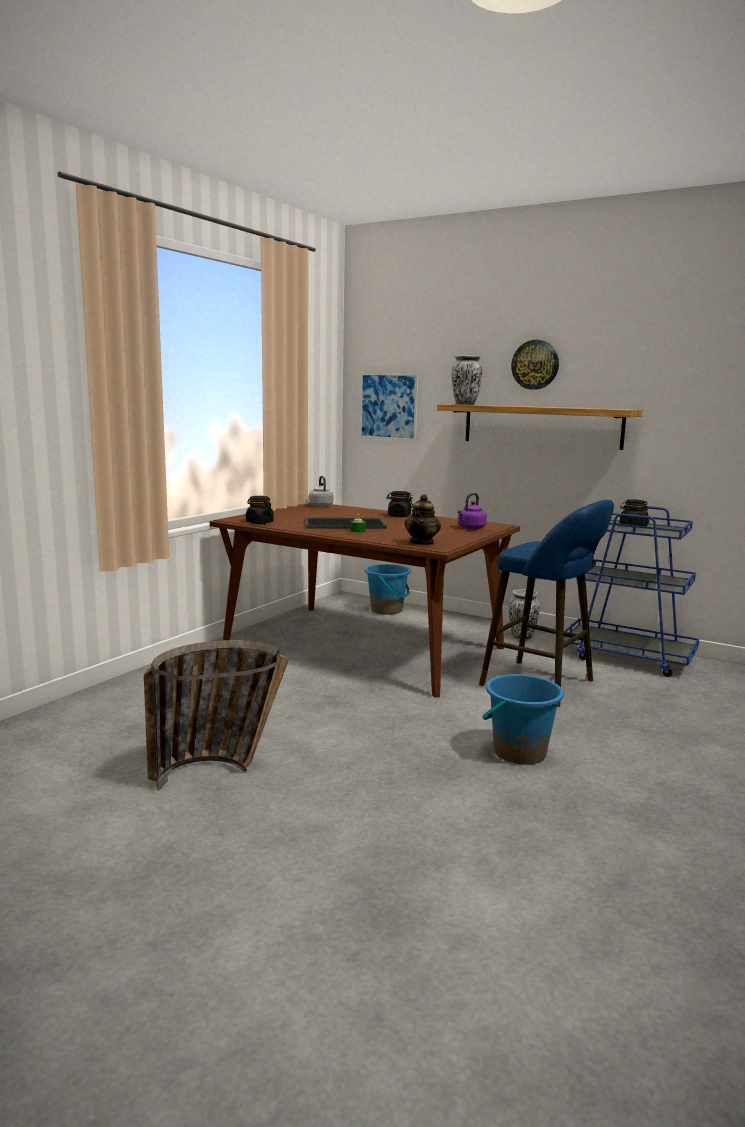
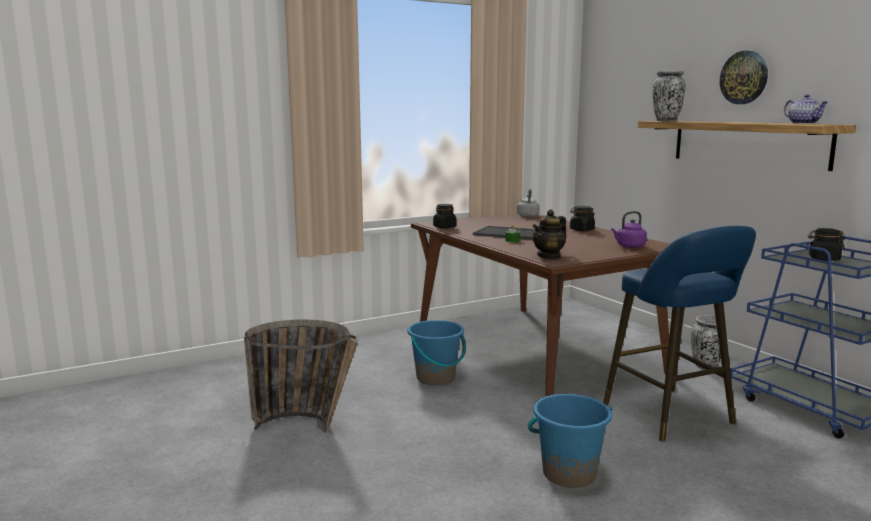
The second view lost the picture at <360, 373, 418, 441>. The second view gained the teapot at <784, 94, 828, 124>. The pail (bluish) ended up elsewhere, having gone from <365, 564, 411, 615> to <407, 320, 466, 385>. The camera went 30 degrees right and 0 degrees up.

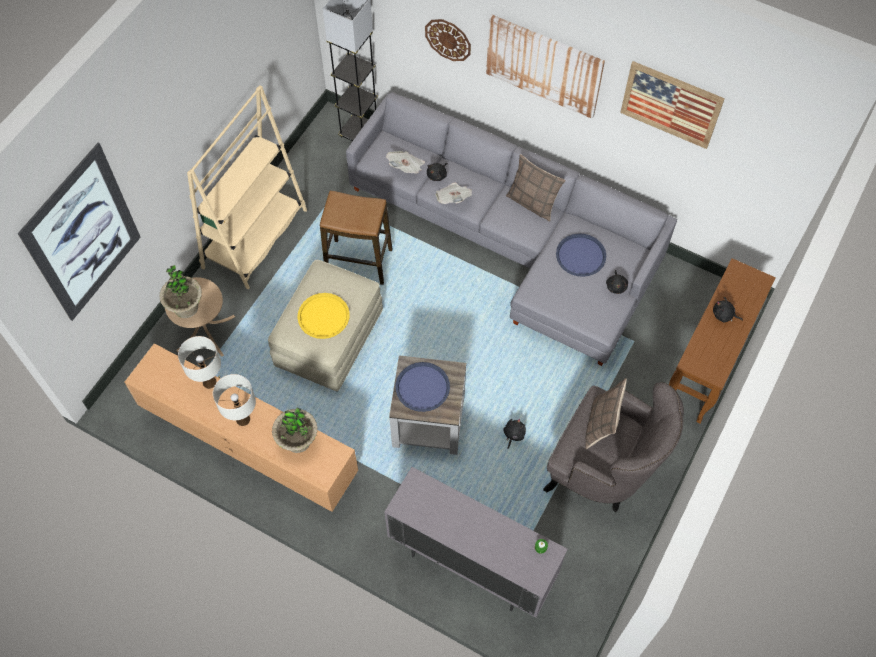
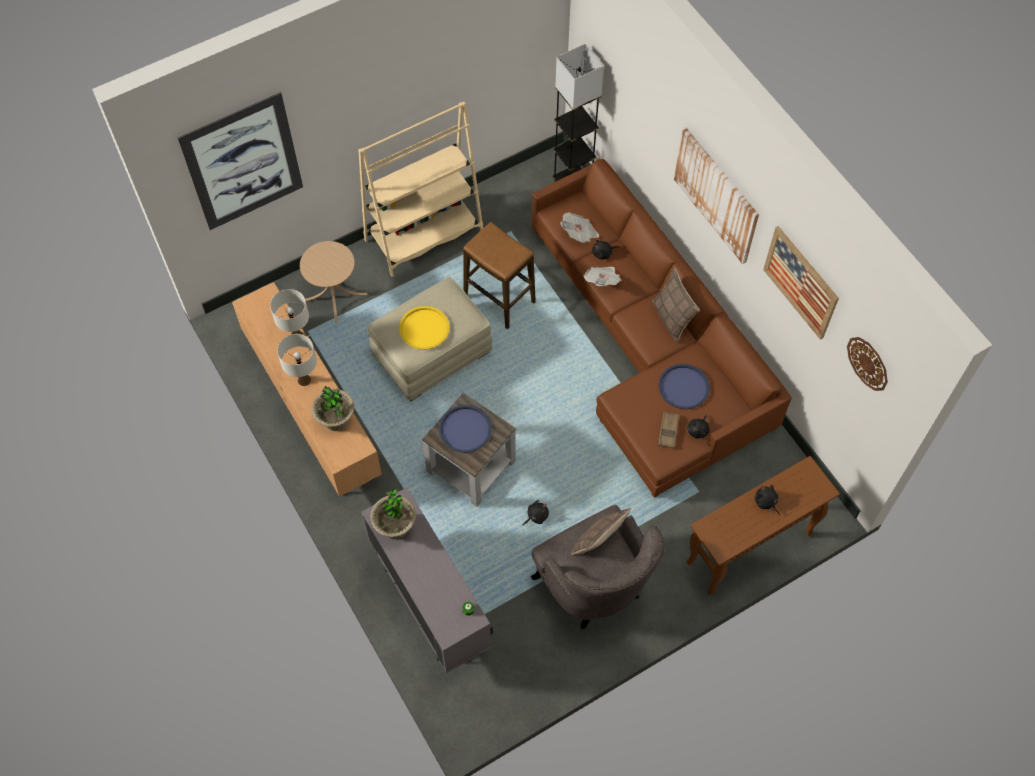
The second view gained the tray (brown-coloured) at <658, 412, 679, 448>. The houseplant ended up elsewhere, having gone from <159, 265, 202, 318> to <370, 488, 416, 539>. The clock on the wall ended up elsewhere, having gone from <425, 19, 471, 61> to <847, 337, 888, 391>. What was the sofa (greyish) at <346, 92, 677, 366> turned into the sofa (brown-coloured) at <532, 159, 792, 498>. The camera went 30 degrees right and 0 degrees up.

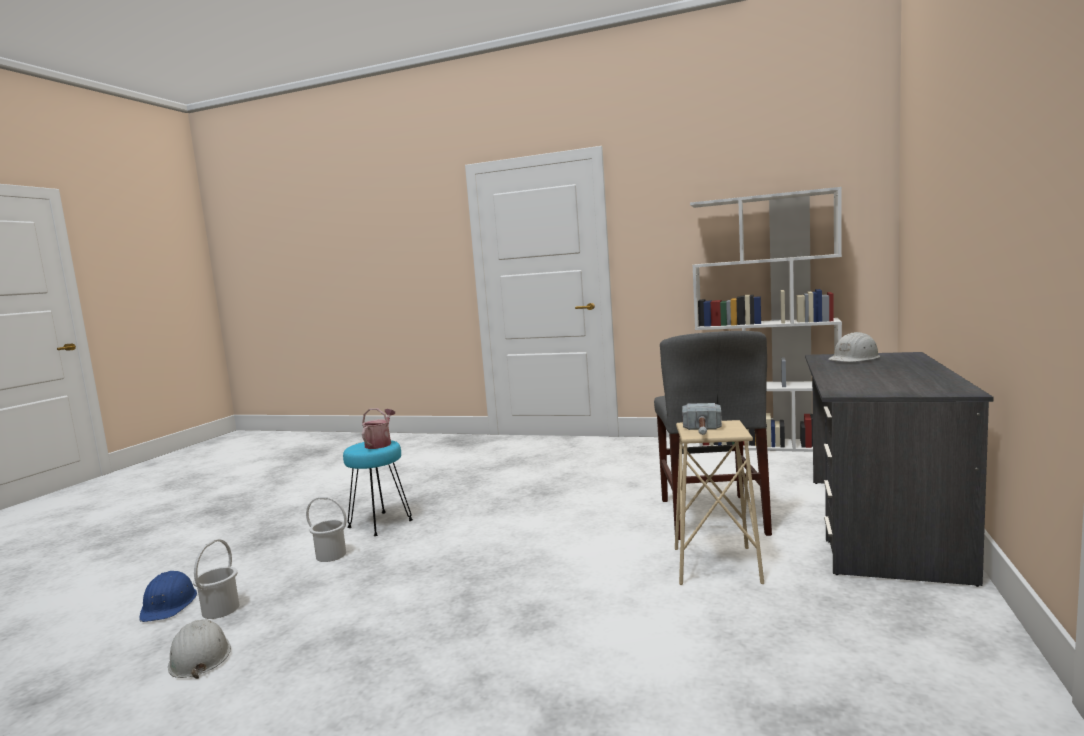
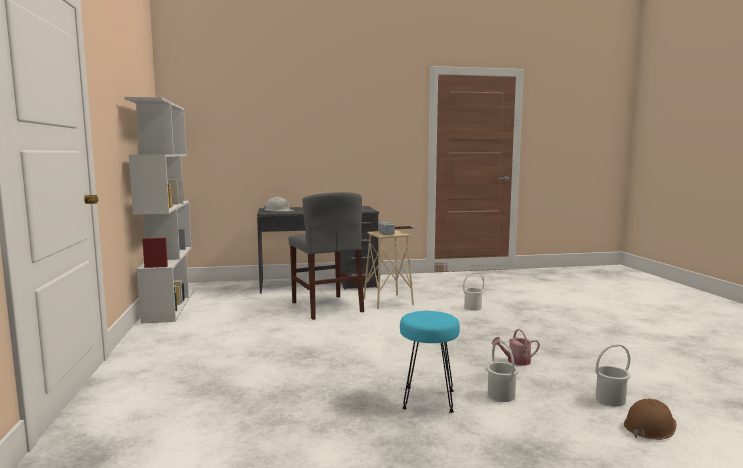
The second view lost the safety helmet (white-coloured) at <168, 619, 231, 679>. The second view gained the pail (white-coloured) at <463, 272, 484, 311>. The sprinkling can ended up elsewhere, having gone from <362, 408, 395, 449> to <492, 329, 540, 366>. What was the safety helmet (bluish) at <139, 571, 197, 622> turned into the safety helmet (brown-coloured) at <624, 398, 676, 440>. The upright chair (greyish) at <654, 331, 772, 540> ended up facing another way, 90 degrees clockwise from before. The camera went 120 degrees left and 0 degrees up.

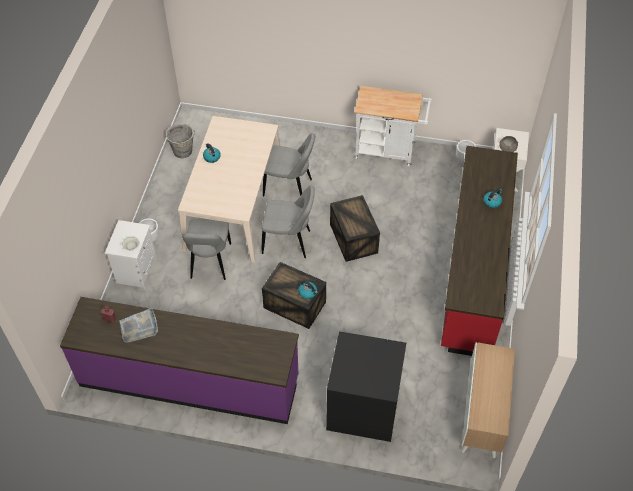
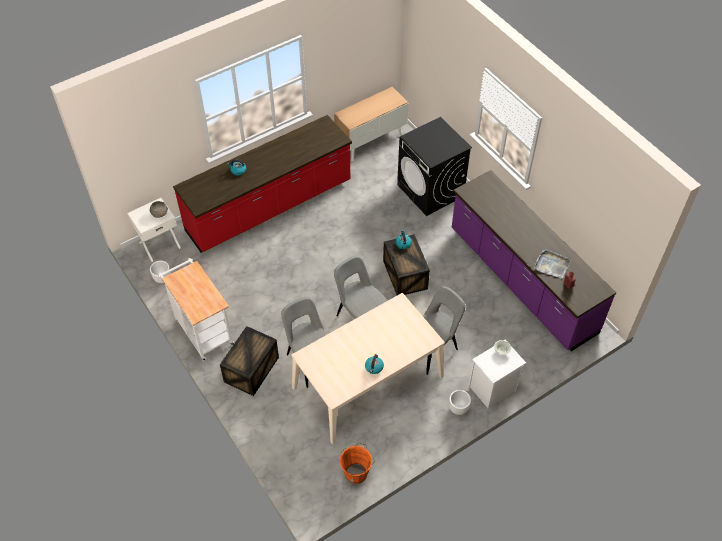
The crate ended up elsewhere, having gone from <330, 195, 380, 262> to <220, 326, 279, 396>. What was the pail (greyish) at <166, 123, 195, 158> turned into the pail (orange) at <340, 442, 375, 484>. The camera went 135 degrees left and 0 degrees up.

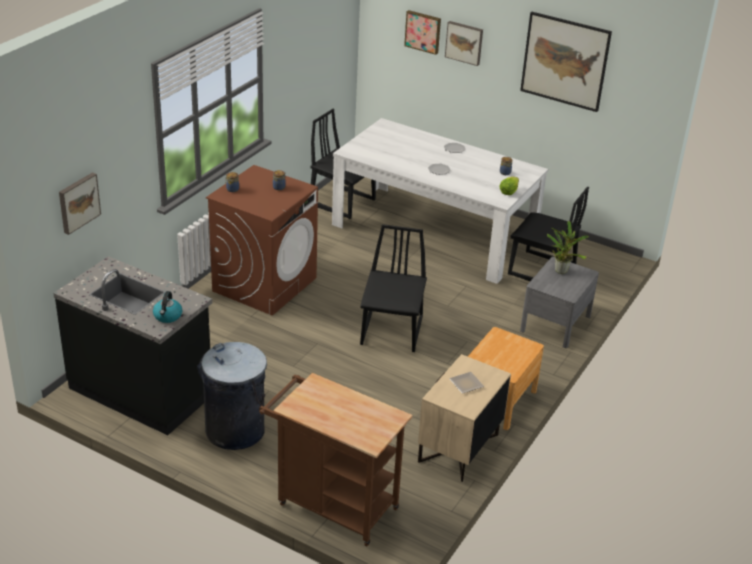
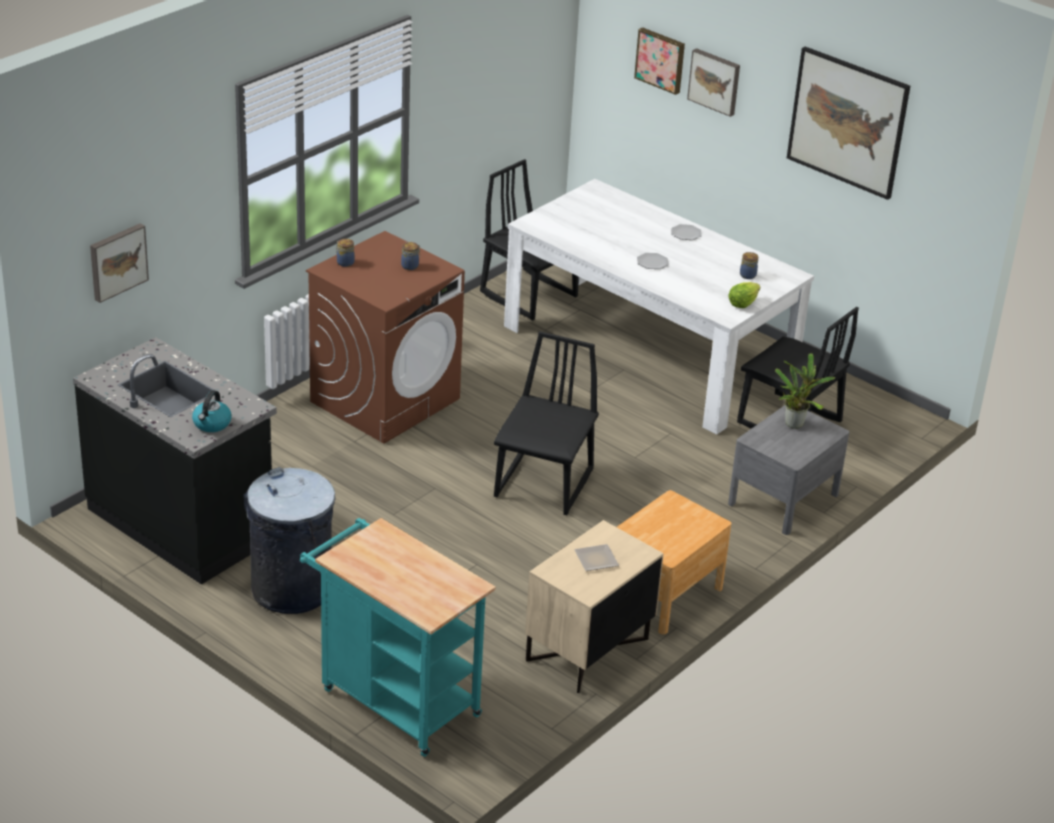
What was the trolley (brown-coloured) at <259, 373, 413, 546> turned into the trolley (turquoise) at <300, 518, 496, 757>. The camera went 10 degrees right and 0 degrees up.

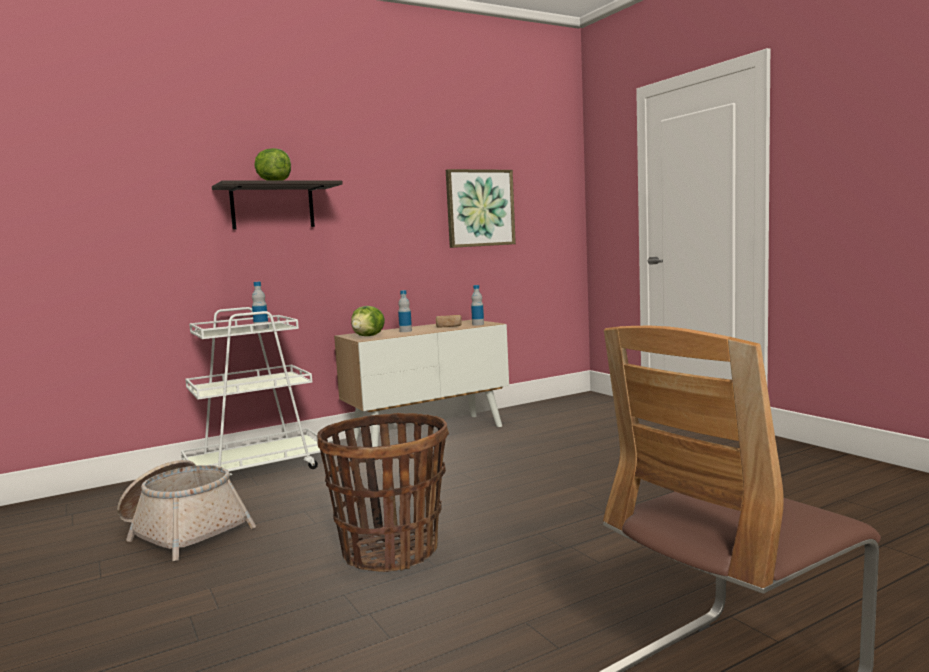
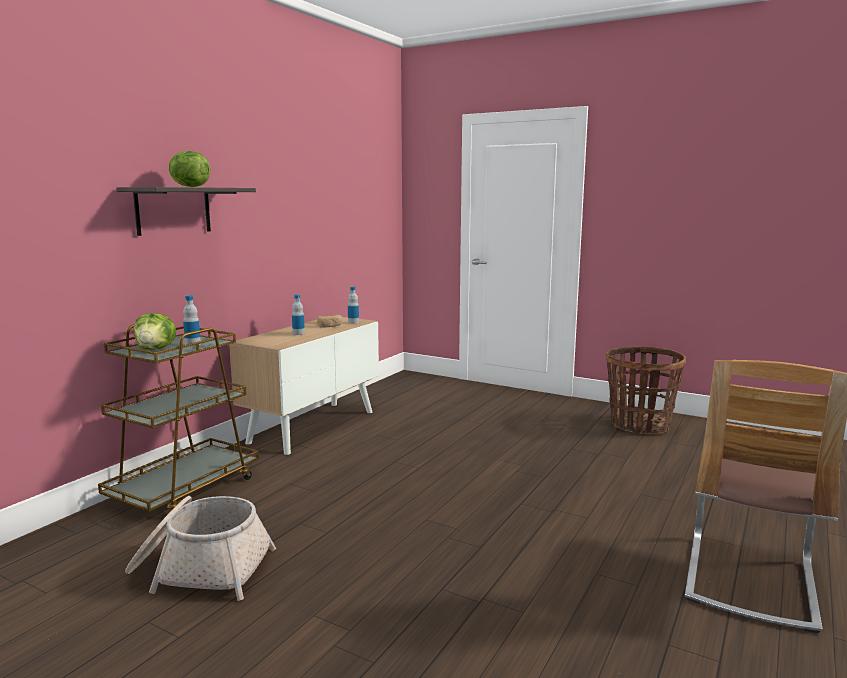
The second view lost the picture at <446, 169, 516, 248>. The storage basket ended up elsewhere, having gone from <317, 413, 449, 572> to <606, 347, 686, 434>. The head of lettuce ended up elsewhere, having gone from <351, 306, 385, 336> to <134, 313, 176, 350>. What was the trolley (white-coloured) at <181, 307, 320, 475> turned into the trolley (brown-coloured) at <98, 325, 259, 512>. The camera went 30 degrees left and 5 degrees up.

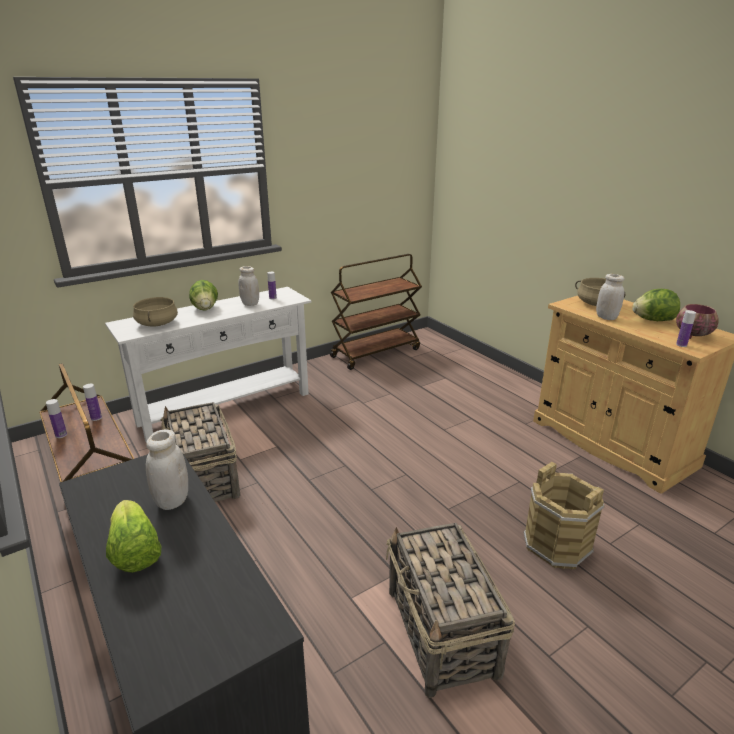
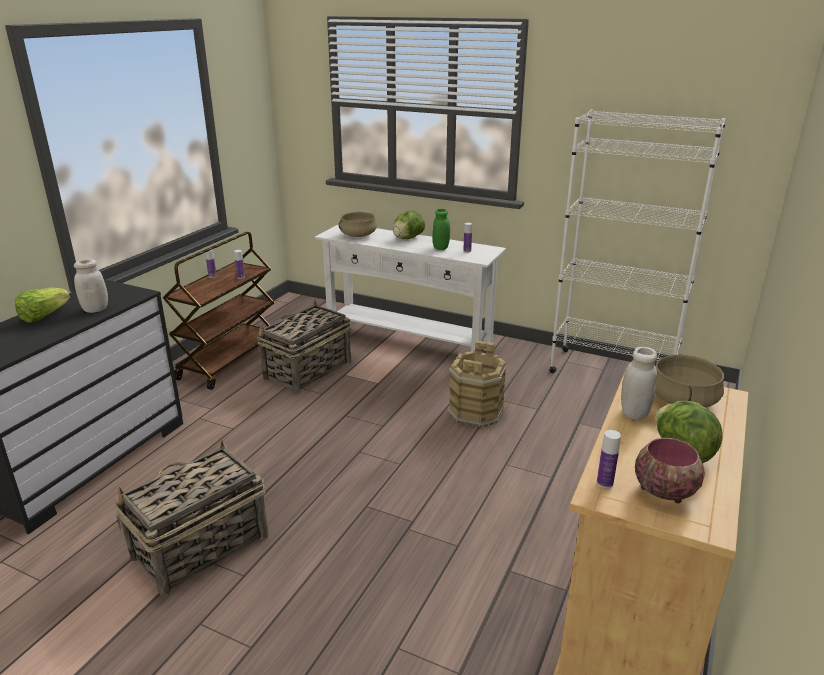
The pail (brown-coloured) ended up elsewhere, having gone from <524, 462, 605, 569> to <448, 340, 507, 428>. Where the trolley (brown-coloured) stood at <330, 254, 422, 370>, the bookshelf (white-coloured) came to stand at <549, 110, 726, 373>. What was the storage jar (white-coloured) at <238, 266, 259, 306> turned into the storage jar (green) at <432, 209, 450, 250>. The camera went 60 degrees right and 0 degrees up.

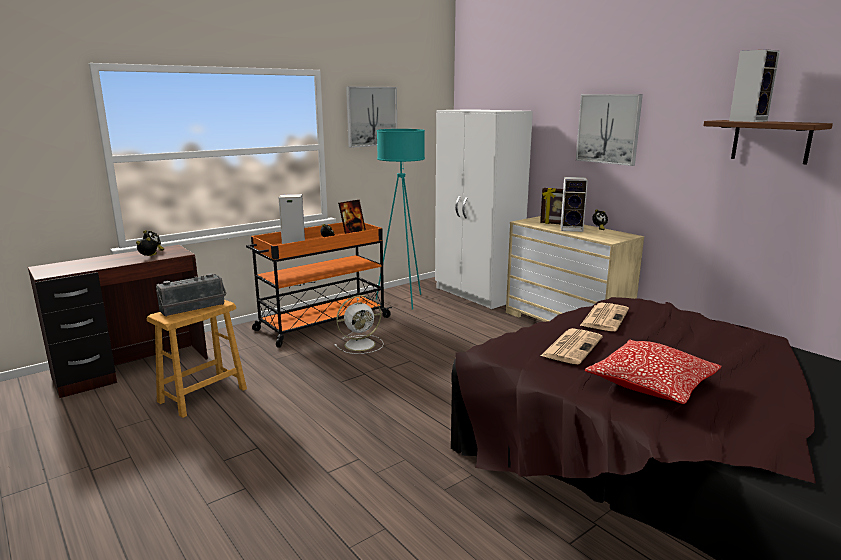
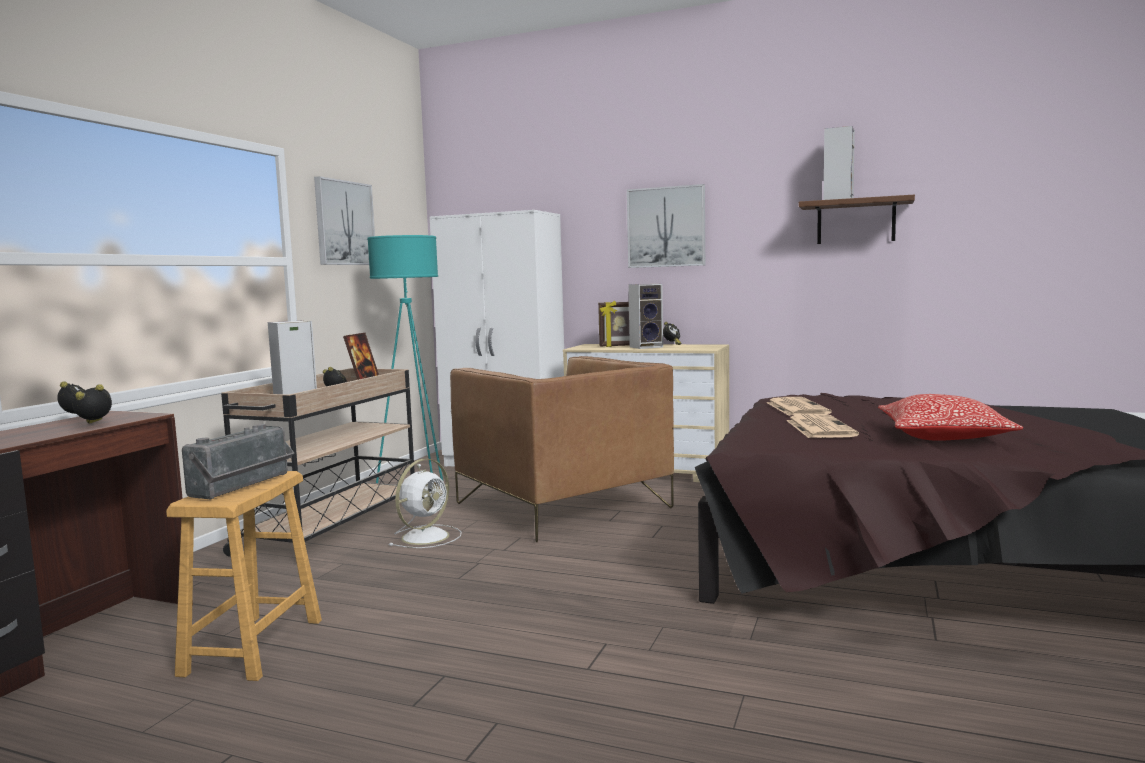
The second view gained the armchair (brown-coloured) at <450, 356, 674, 542>. What was the trolley (orange) at <246, 222, 392, 348> turned into the trolley (beige-coloured) at <221, 368, 415, 557>. The camera went 30 degrees left and 10 degrees down.

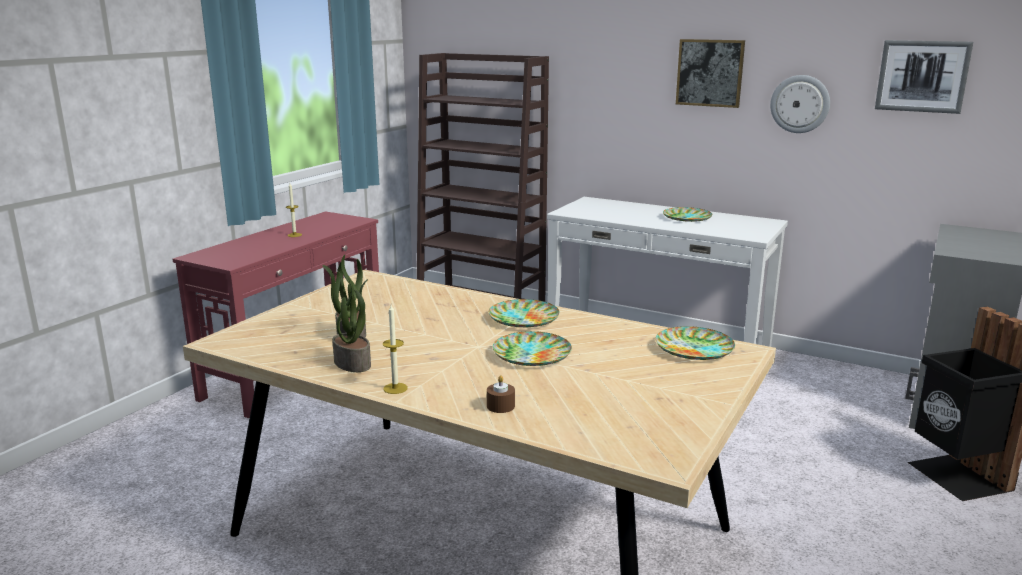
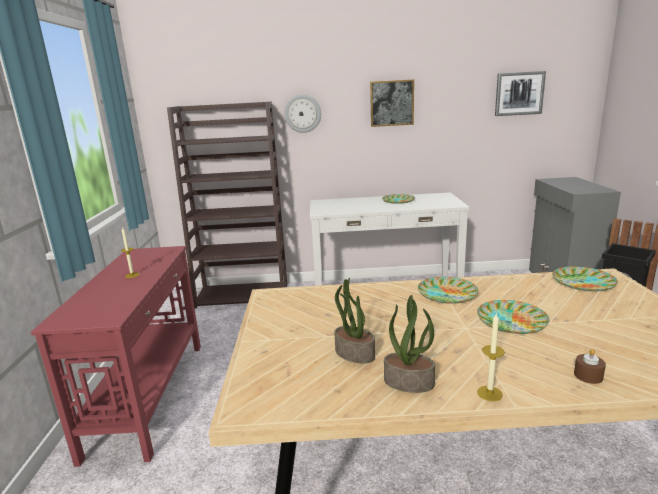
The clock on the wall ended up elsewhere, having gone from <770, 75, 830, 133> to <285, 95, 321, 133>. The camera went 30 degrees left and 0 degrees up.

